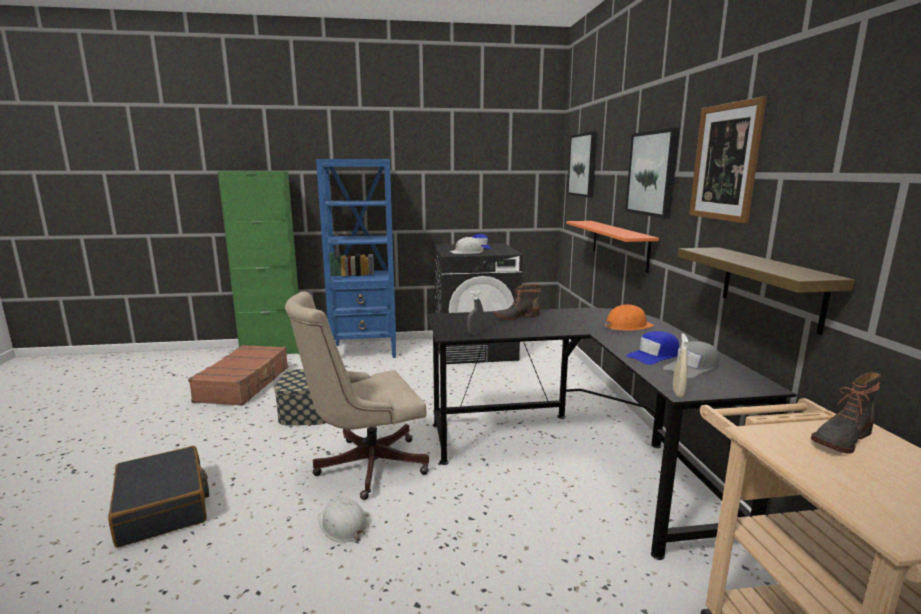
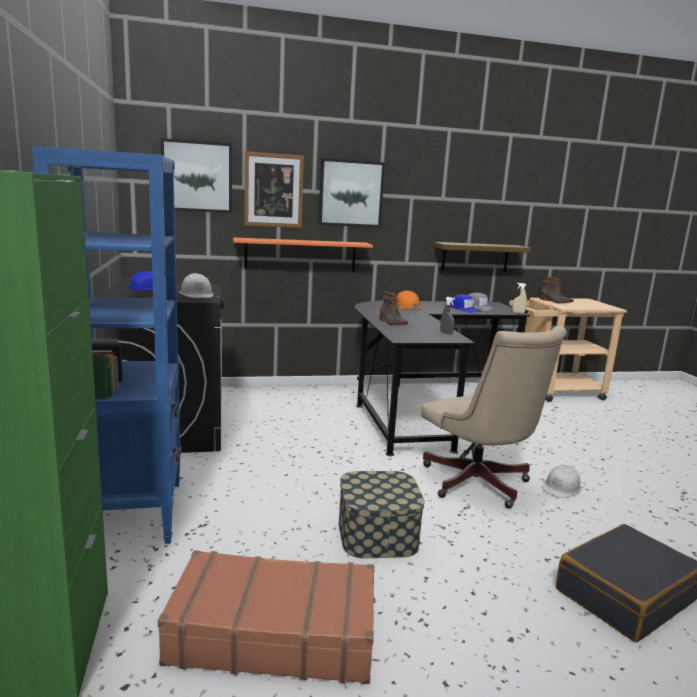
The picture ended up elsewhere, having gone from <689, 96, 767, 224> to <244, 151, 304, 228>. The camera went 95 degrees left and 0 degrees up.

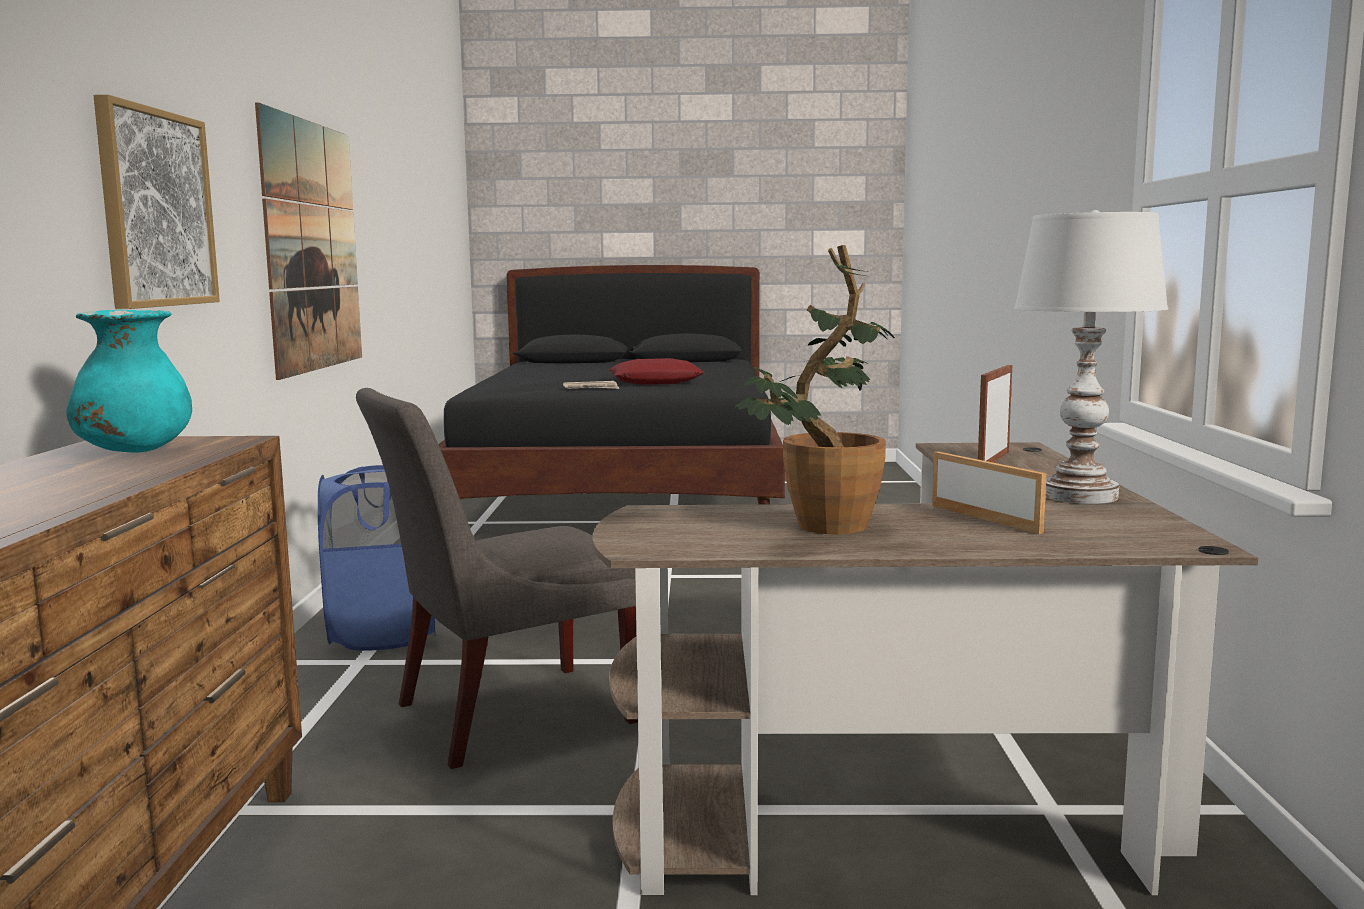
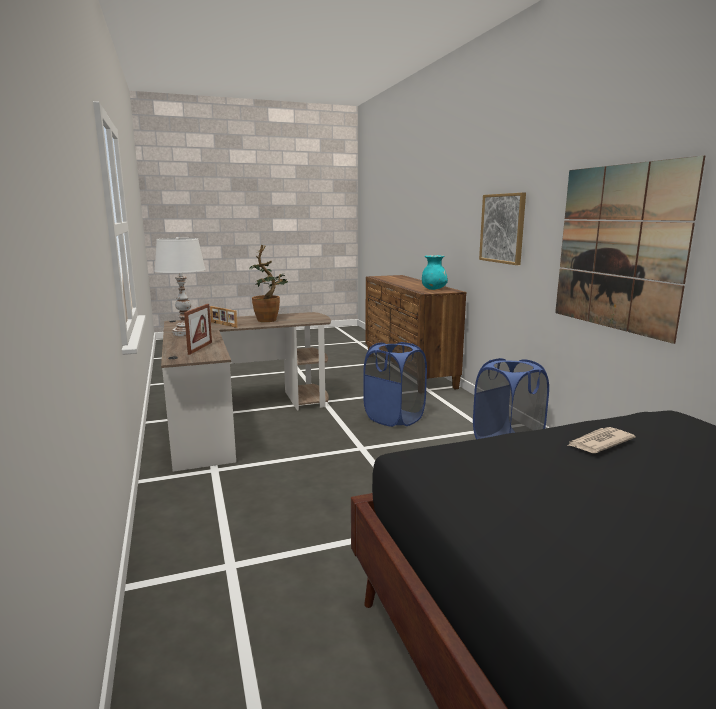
The second view lost the cushion (red-coloured) at <609, 358, 705, 385>. Where the upright chair (greyish) stood at <356, 388, 638, 769>, the laundry basket (bluish) came to stand at <363, 342, 427, 427>. The camera went 160 degrees right and 5 degrees up.

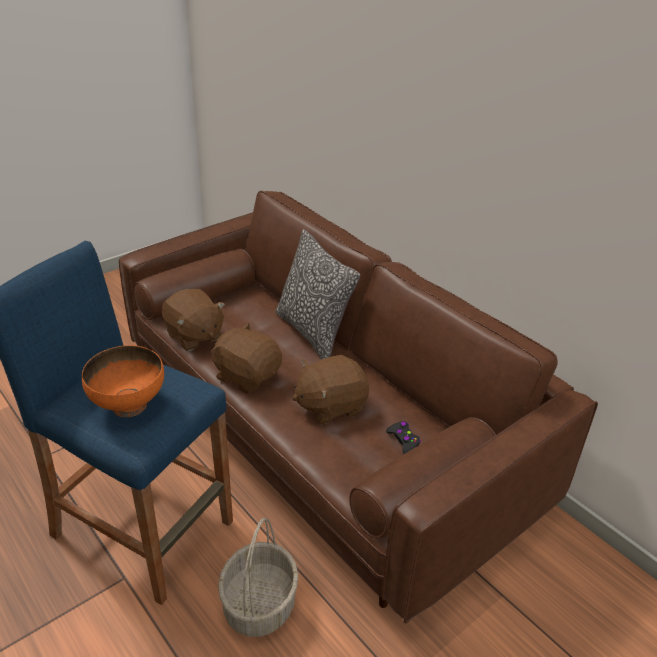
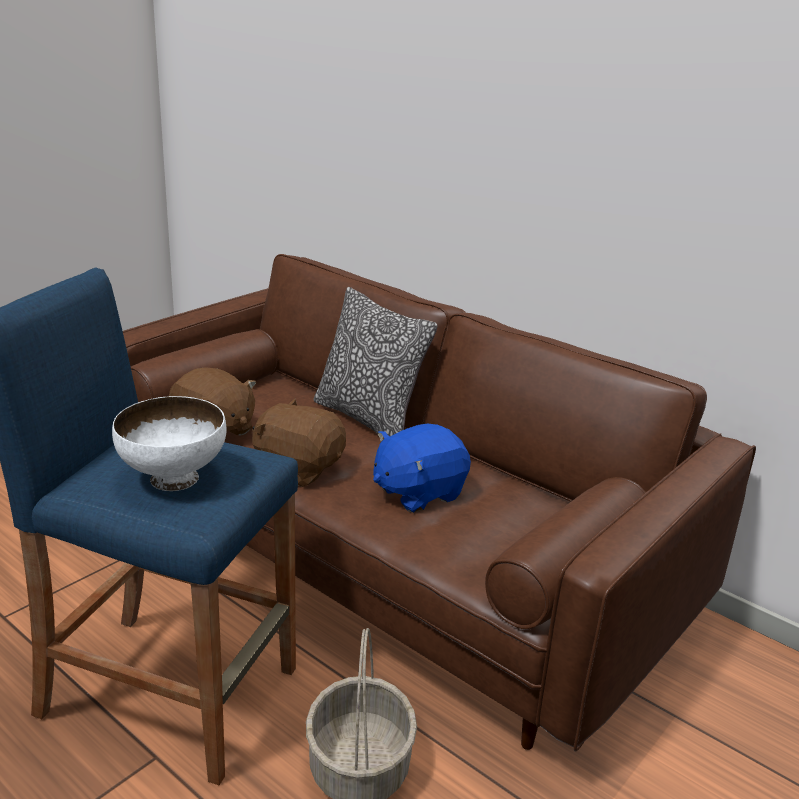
The second view lost the gamepad (blackish) at <386, 421, 421, 454>. What was the deep dish (orange) at <82, 345, 164, 417> turned into the deep dish (white-coloured) at <112, 396, 227, 491>. What was the soft toy (brown-coloured) at <292, 355, 369, 425> turned into the soft toy (bluish) at <373, 423, 471, 513>. The camera went 10 degrees left and 10 degrees down.

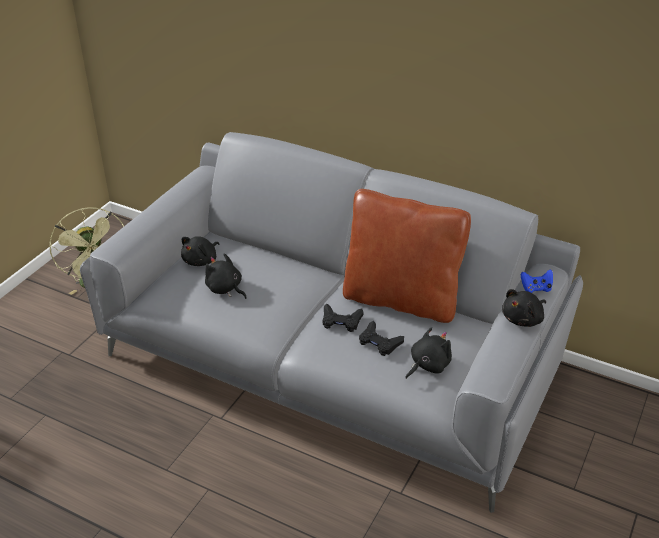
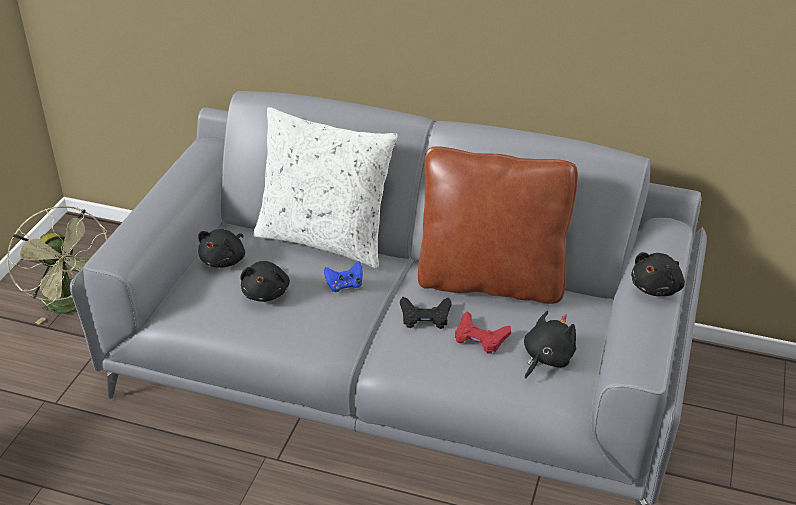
The second view gained the cushion (white-coloured) at <253, 107, 398, 269>. The gamepad (bluish) ended up elsewhere, having gone from <521, 269, 553, 293> to <324, 261, 363, 292>. What was the gamepad (blackish) at <359, 321, 404, 356> turned into the gamepad (red-coloured) at <455, 311, 511, 354>. The soft toy (blackish) at <205, 253, 247, 299> ended up facing another way, 120 degrees counterclockwise from before. The camera went 10 degrees left and 0 degrees up.

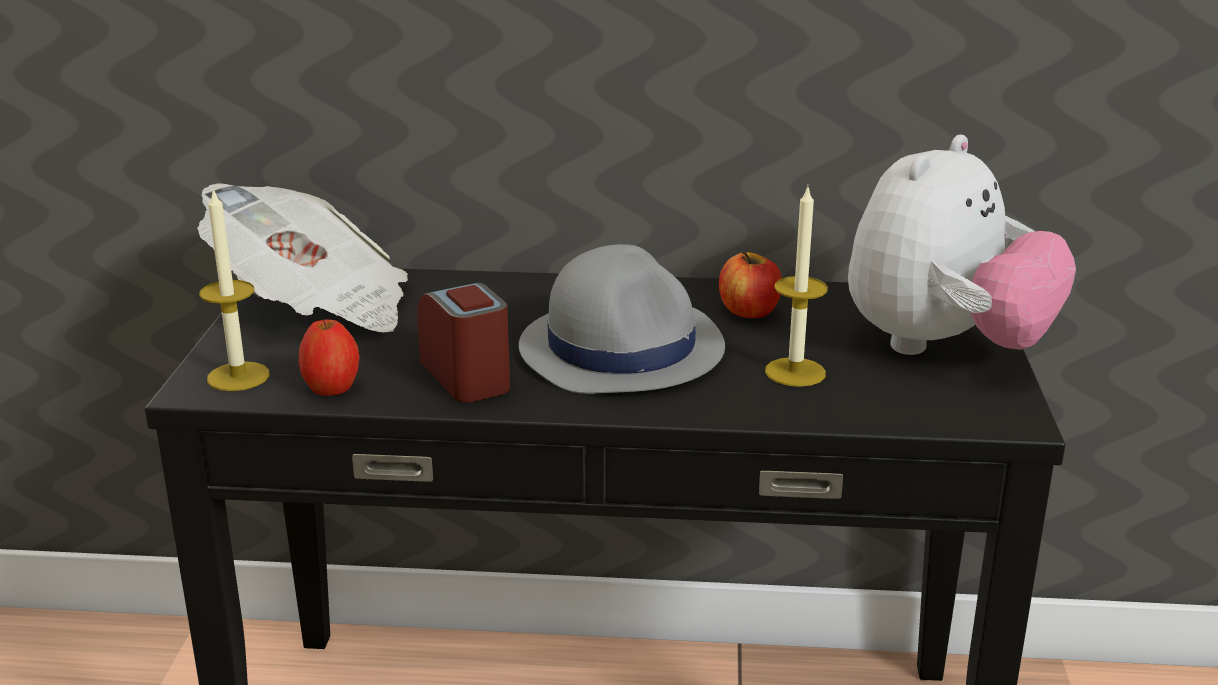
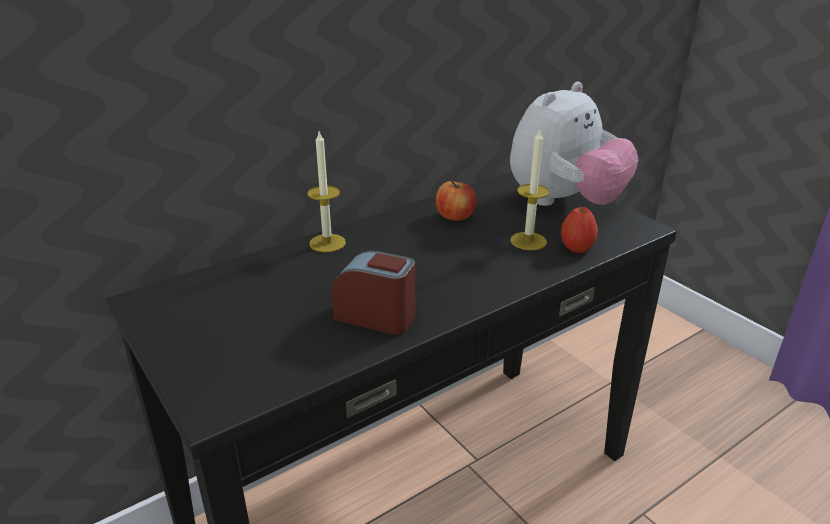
The second view lost the newspaper at <197, 183, 408, 332>. The second view lost the wearable hat (greyish) at <519, 244, 725, 394>. The candle ended up elsewhere, having gone from <199, 188, 269, 391> to <308, 132, 346, 252>. The apple fruit ended up elsewhere, having gone from <299, 319, 360, 396> to <561, 207, 598, 253>. The soft toy at <848, 135, 1076, 355> ended up facing another way, 45 degrees clockwise from before. The camera went 40 degrees left and 5 degrees up.

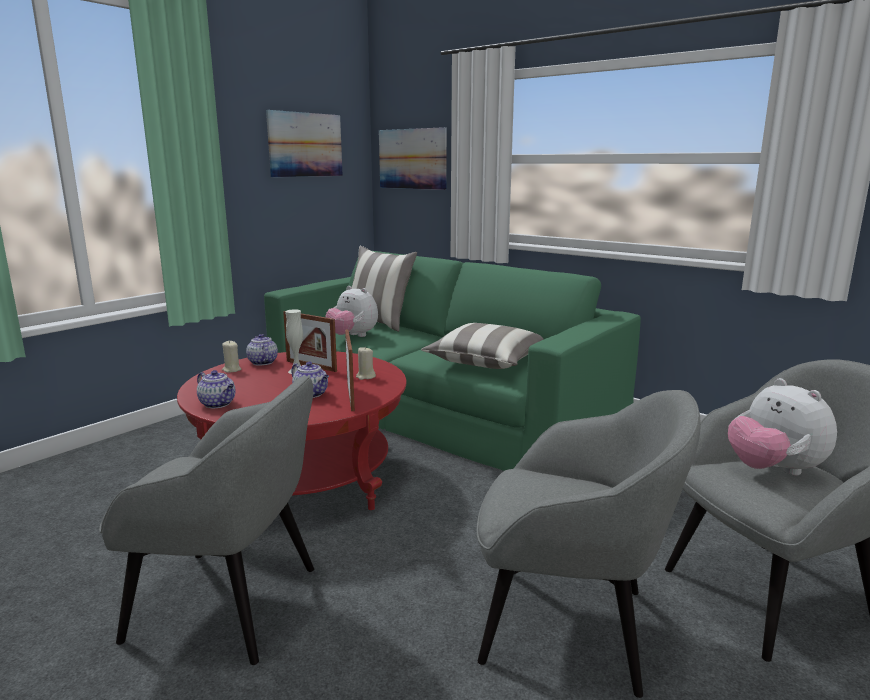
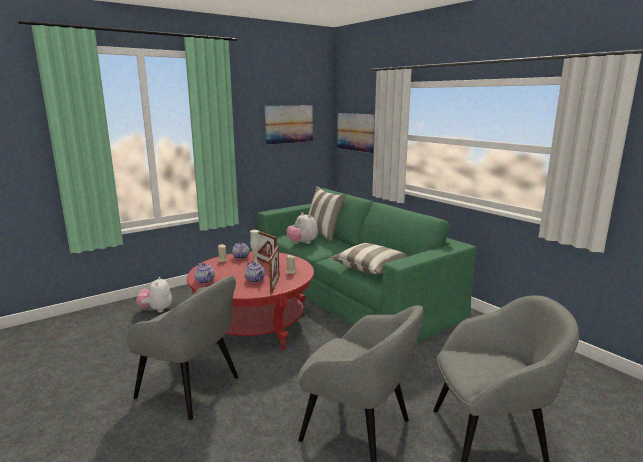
The soft toy ended up elsewhere, having gone from <728, 378, 837, 476> to <136, 277, 172, 313>. The camera went 15 degrees right and 0 degrees up.

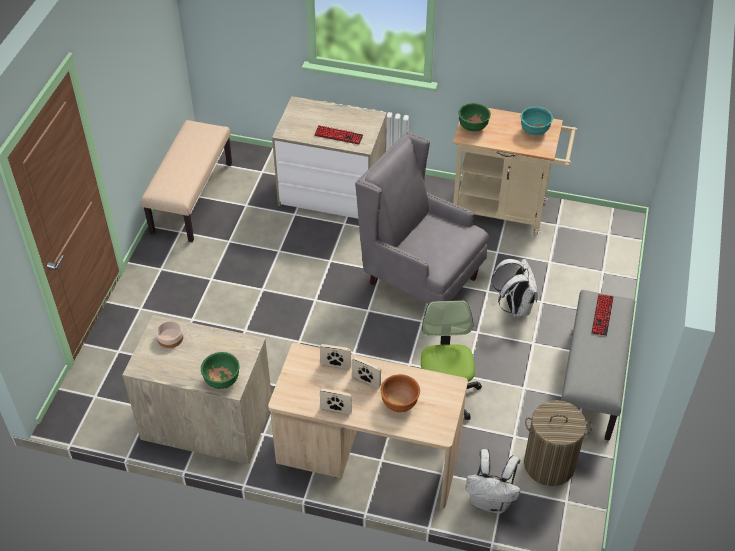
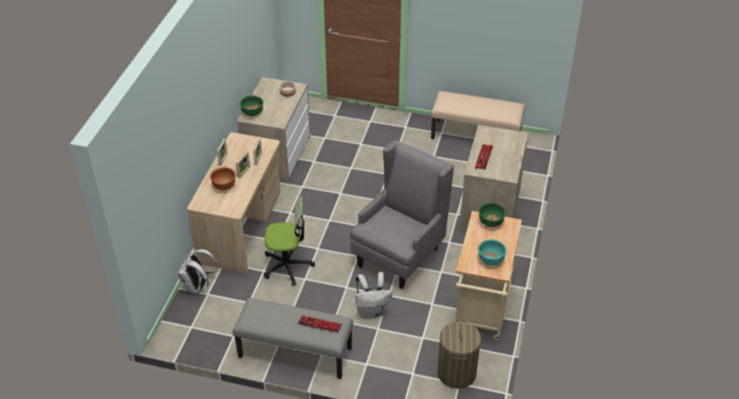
The laundry basket ended up elsewhere, having gone from <524, 400, 593, 486> to <437, 319, 481, 389>. The camera went 90 degrees right and 5 degrees down.

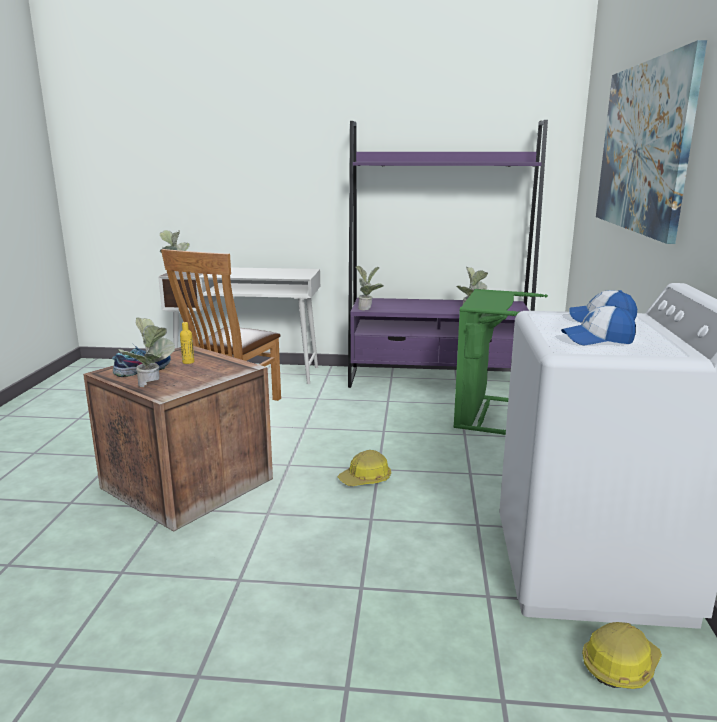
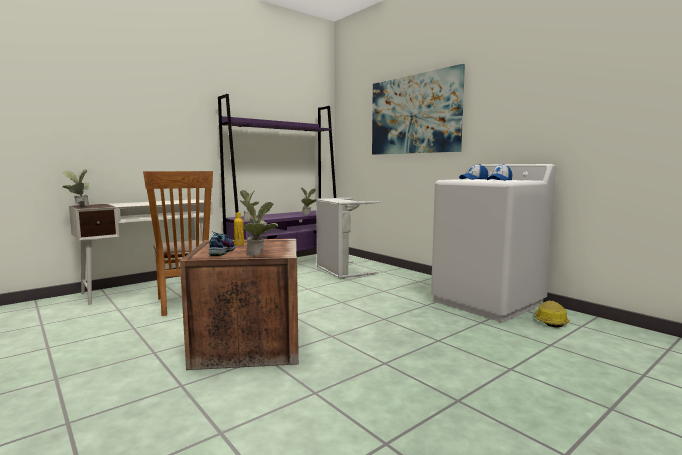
The second view lost the safety helmet at <338, 450, 391, 486>. What was the laundry basket (green) at <454, 289, 548, 435> turned into the laundry basket (greyish) at <316, 198, 379, 279>. The camera went 45 degrees left and 10 degrees down.

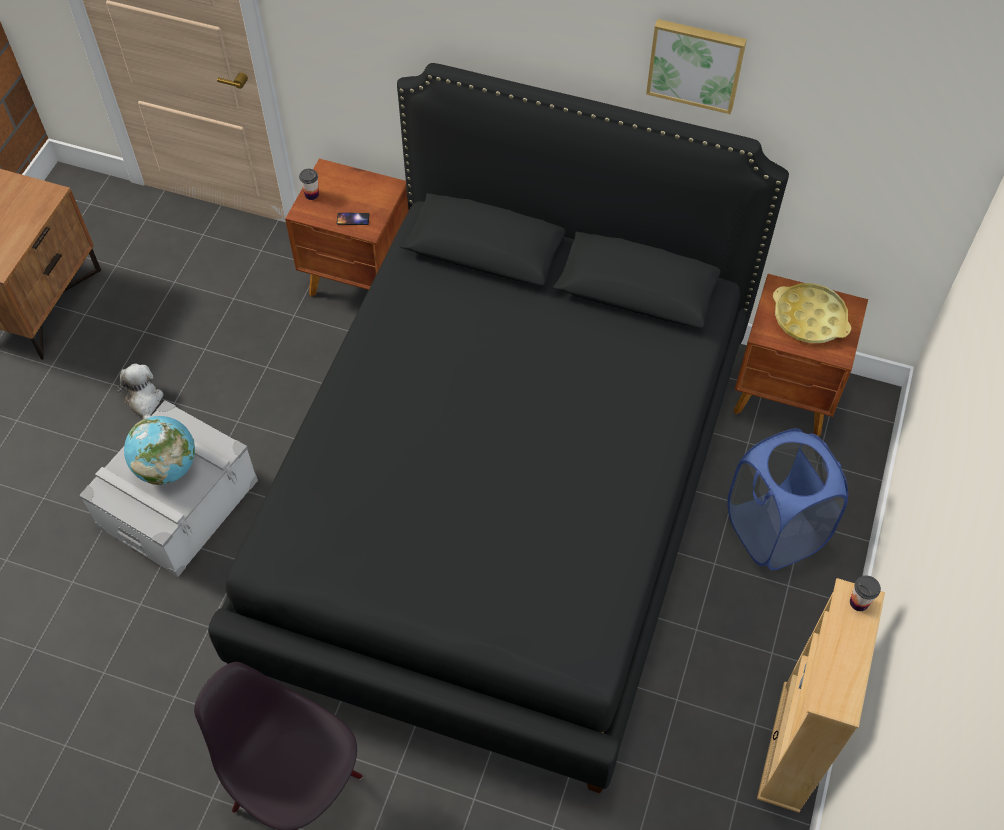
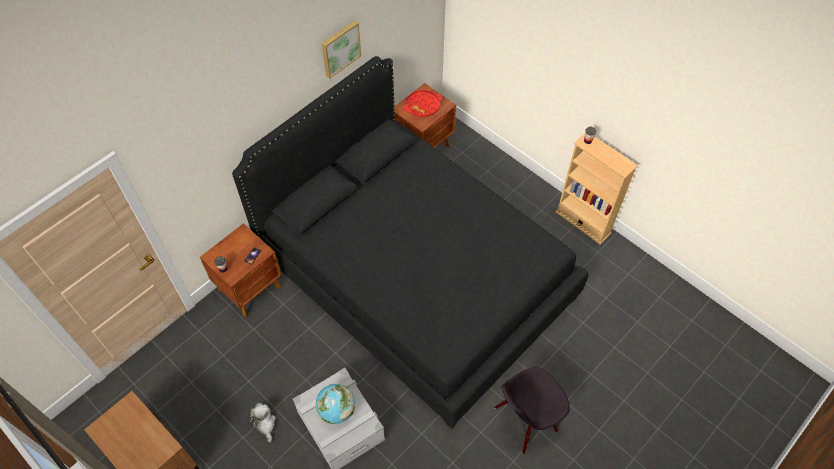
The second view lost the laundry basket (bluish) at <727, 428, 848, 570>. What was the tray (yellow) at <773, 283, 851, 343> turned into the tray (red-coloured) at <404, 90, 442, 117>. The soft toy at <117, 364, 164, 419> ended up facing another way, 60 degrees clockwise from before. The camera went 65 degrees left and 0 degrees up.

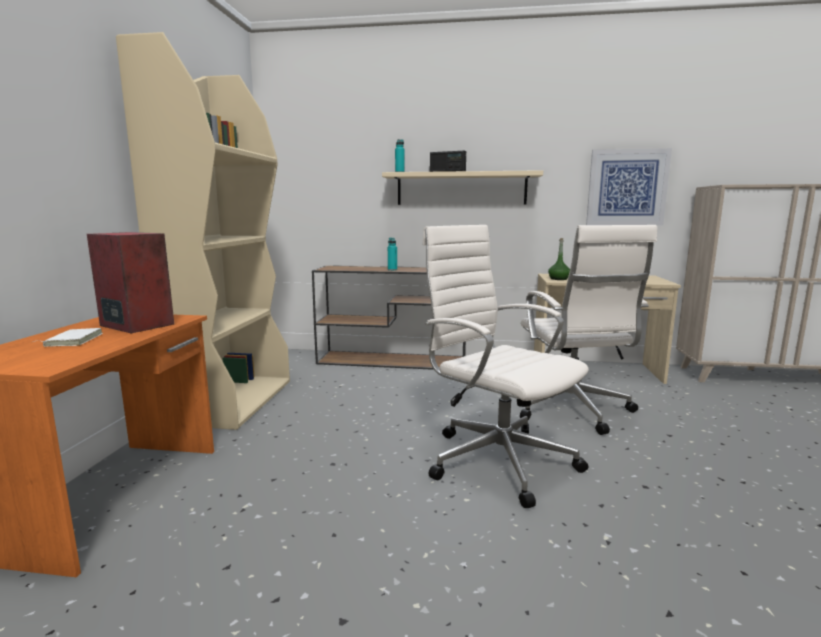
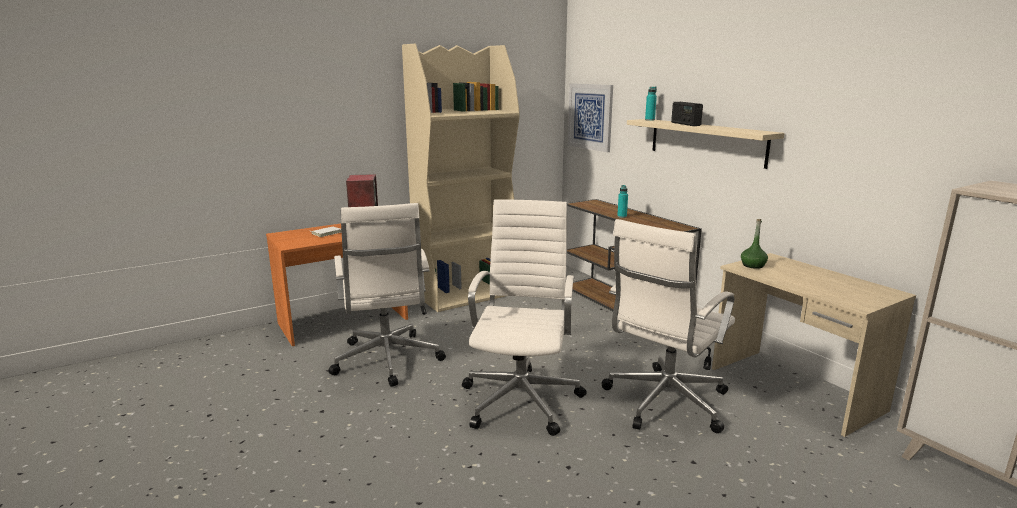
The second view gained the desk chair (white-coloured) at <328, 203, 446, 387>. The picture ended up elsewhere, having gone from <586, 148, 672, 226> to <568, 83, 613, 152>. The camera went 50 degrees right and 5 degrees up.

